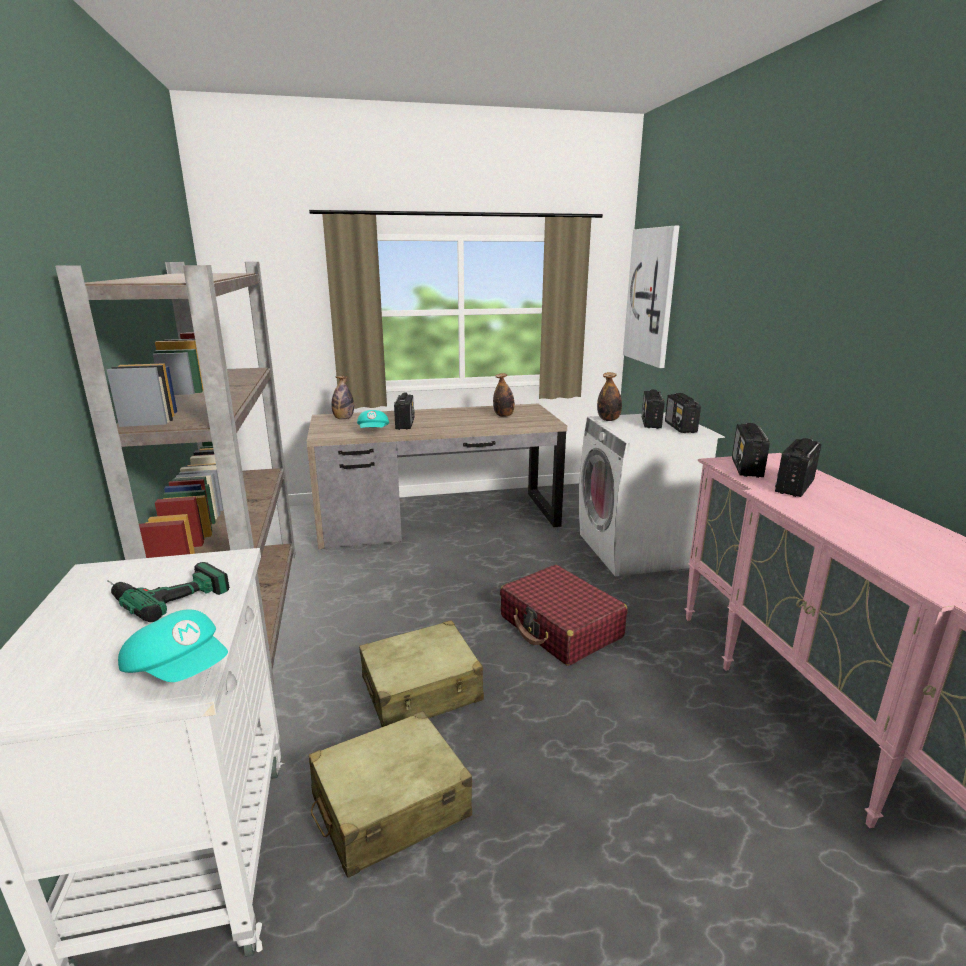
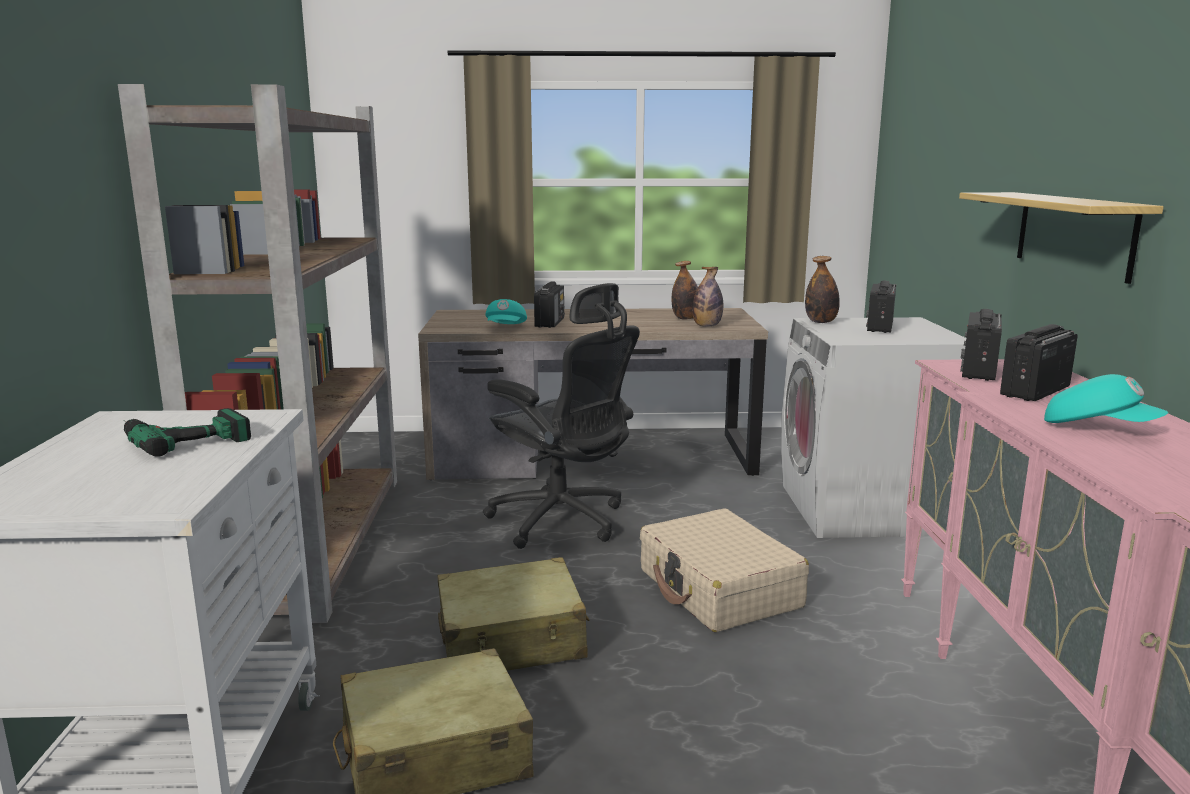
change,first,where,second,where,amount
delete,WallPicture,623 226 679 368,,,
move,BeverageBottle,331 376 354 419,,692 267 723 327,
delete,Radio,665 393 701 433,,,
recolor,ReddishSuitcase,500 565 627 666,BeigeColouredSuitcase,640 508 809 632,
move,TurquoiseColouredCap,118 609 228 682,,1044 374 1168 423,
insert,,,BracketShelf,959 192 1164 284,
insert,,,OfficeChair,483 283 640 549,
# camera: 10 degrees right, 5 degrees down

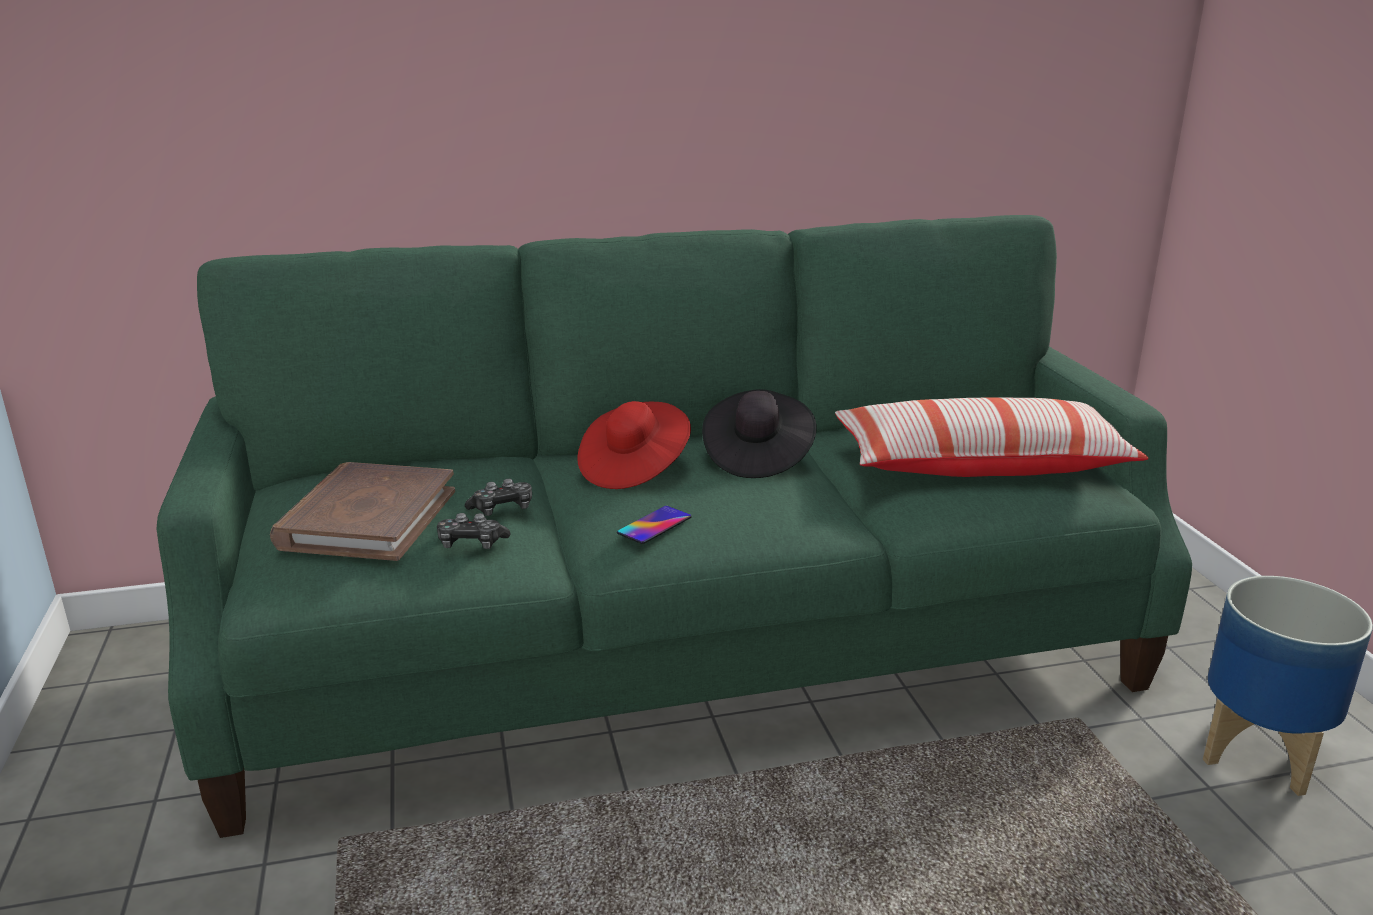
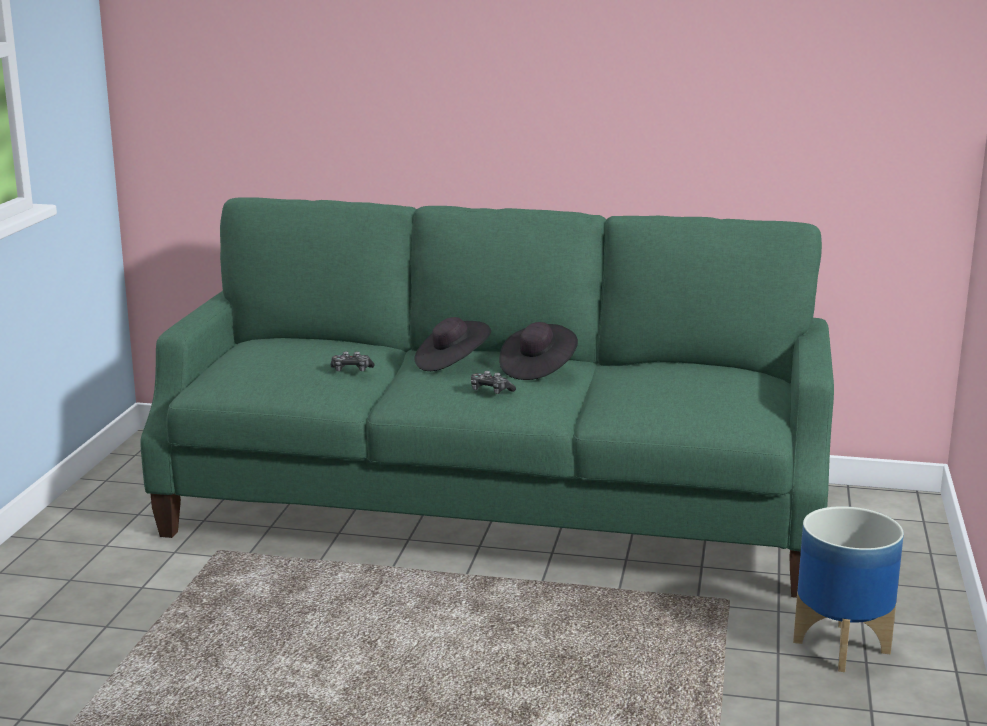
change,first,where,second,where,amount
delete,Pillow,835 397 1148 477,,,
recolor,ReddishWearableHat,577 401 691 489,BlackWearableHat,415 317 491 371,
delete,BrownBook,270 462 455 561,,,
delete,Phone,617 506 692 544,,,
move,Gamepad,437 513 510 549,,471 371 516 394,
# camera: 25 degrees right, 5 degrees down

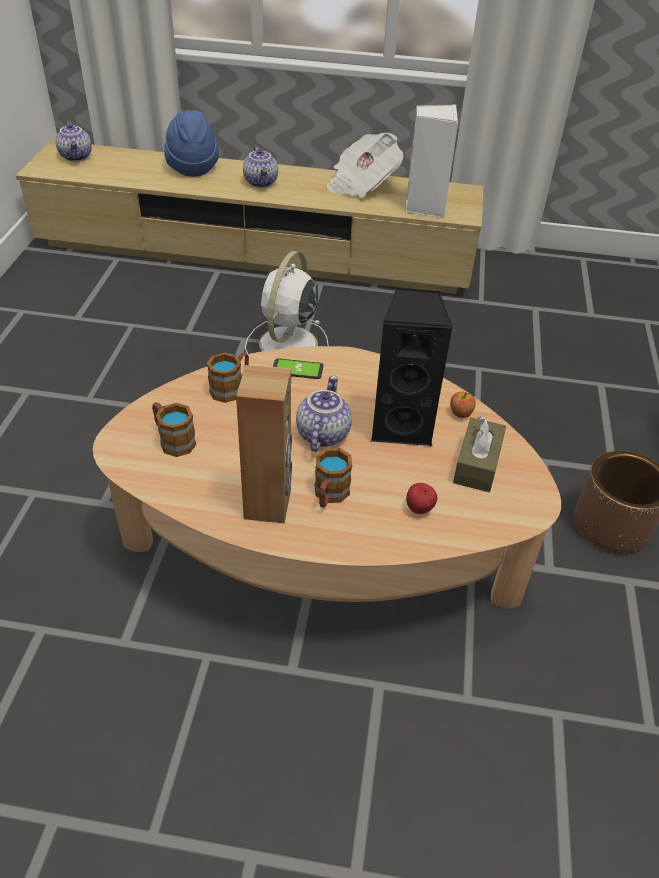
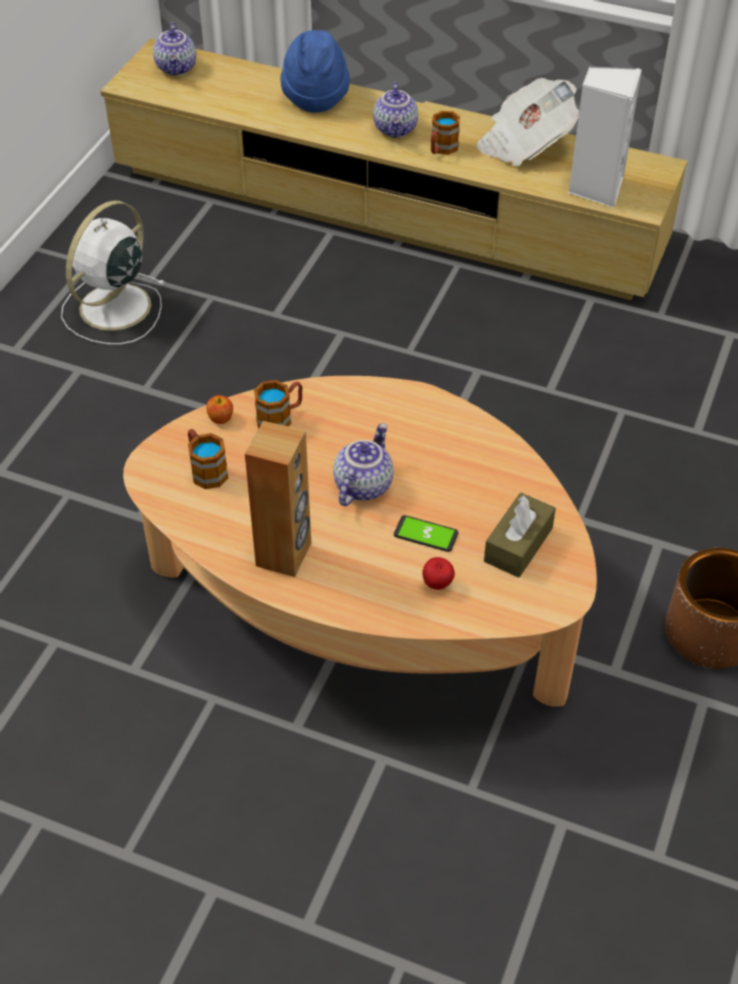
change,first,where,second,where,amount
move,WhiteCoolingFan,245 251 329 354,,61 201 165 345,
delete,BlackSpeaker,371 288 453 446,,,
move,Phone,273 358 324 379,,394 515 459 552,
move,Apple,450 392 476 418,,206 395 233 424,
move,Mug,315 448 352 508,,431 111 460 155,
# camera: 15 degrees right, 5 degrees up

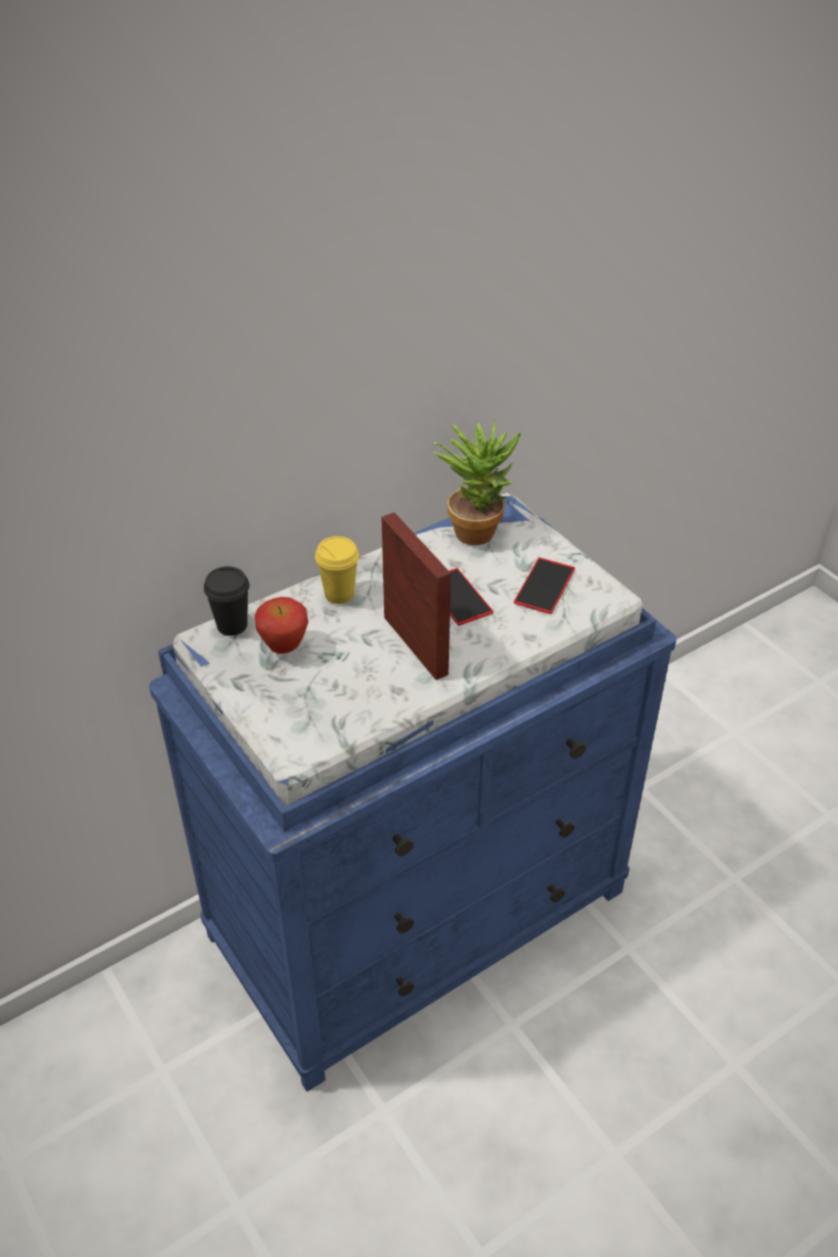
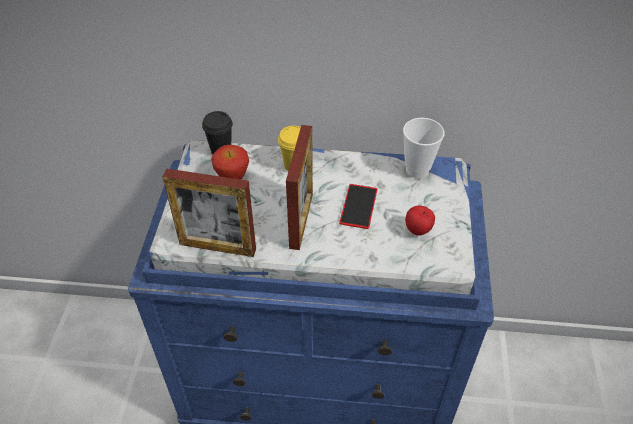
change,first,where,second,where,amount
replace,PlantInAPot,433 419 521 545,DrinkingCup,403 118 444 179,
replace,Phone,514 557 575 614,Apple,405 206 435 236,
insert,,,PhotoFrame,162 169 256 257,
# camera: 40 degrees right, 5 degrees up

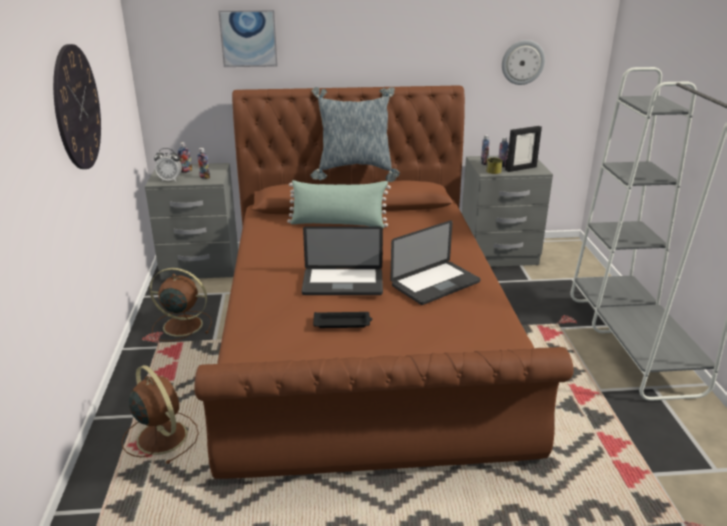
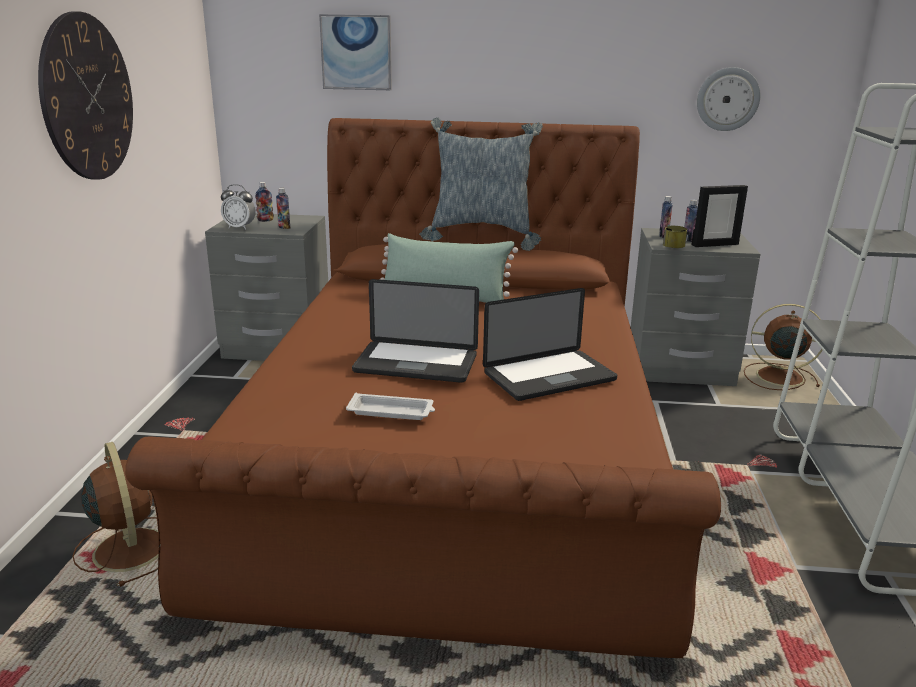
change,first,where,second,where,amount
move,BrownCoolingFan,150 268 212 341,,744 304 822 390,
recolor,BlackCarryingTray,313 312 373 328,WhiteCarryingTray,346 393 435 420,
# camera: 10 degrees right, 5 degrees down

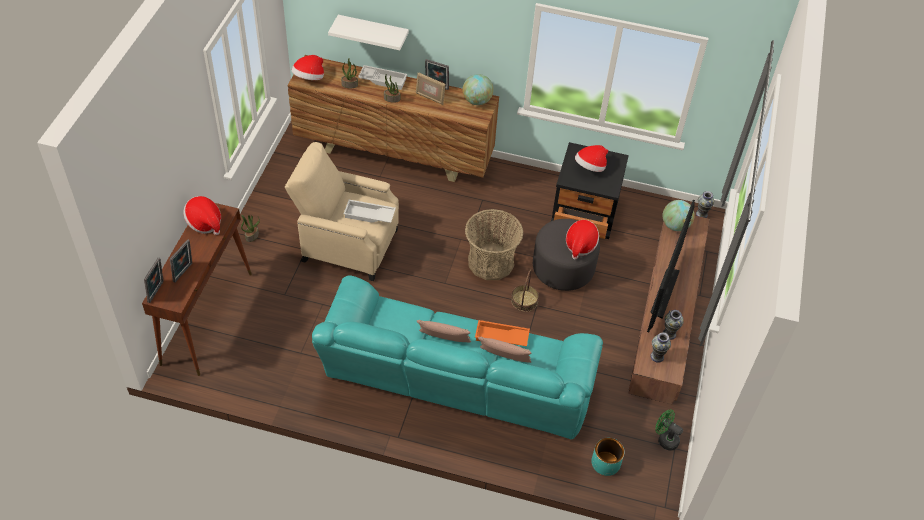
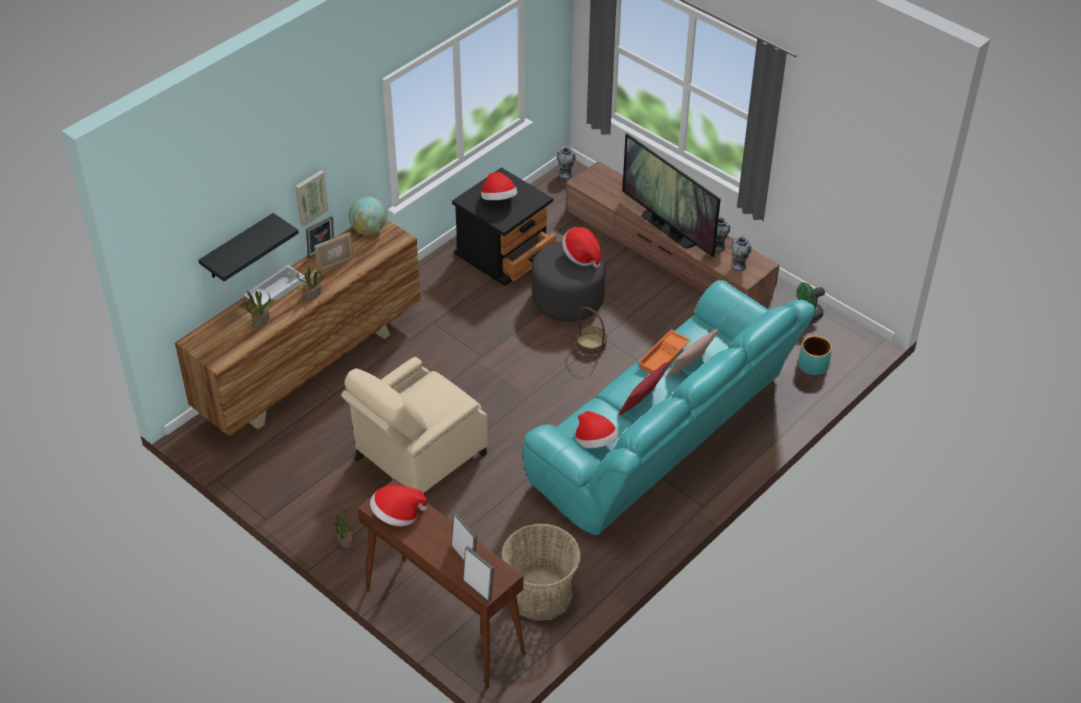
change,first,where,second,where,amount
recolor,WhiteBracketShelf,328 15 409 50,BlackBracketShelf,198 213 299 281,
move,WearableHat,292 55 324 80,,575 411 618 448,
delete,WhiteCarryingTray,344 200 396 223,,,
delete,WorldGlobe,663 200 695 231,,,
move,Basket,465 209 523 280,,501 523 581 621,
recolor,BeigeColouredPillow,417 320 471 342,ReddishPillow,619 362 669 415,
insert,,,WallPicture,295 170 329 227,
# camera: 60 degrees left, 5 degrees down

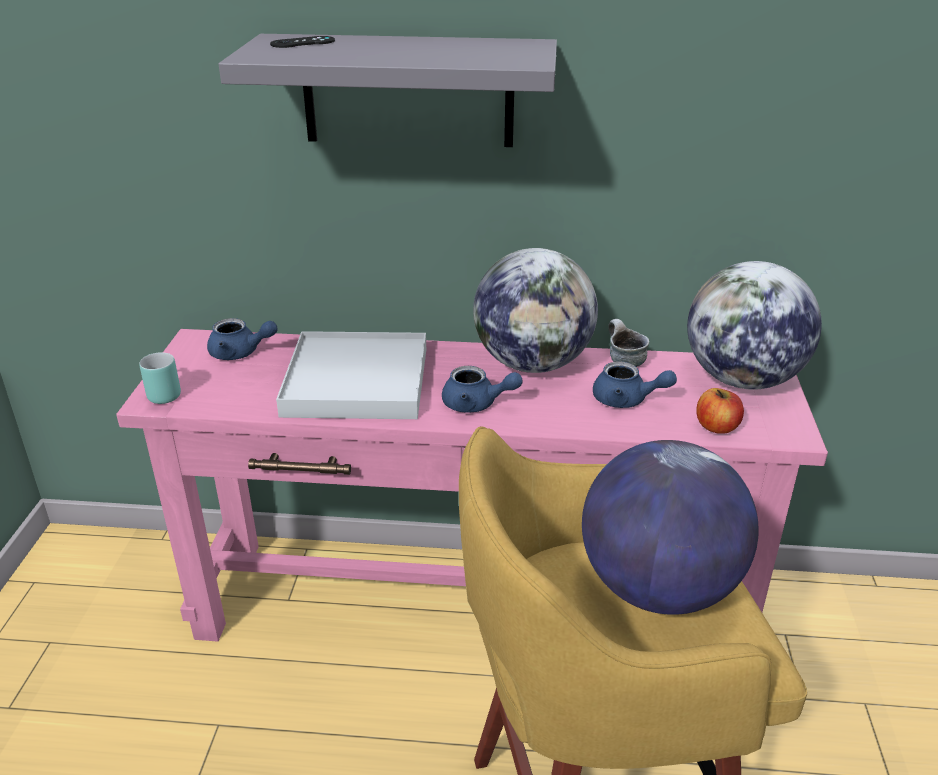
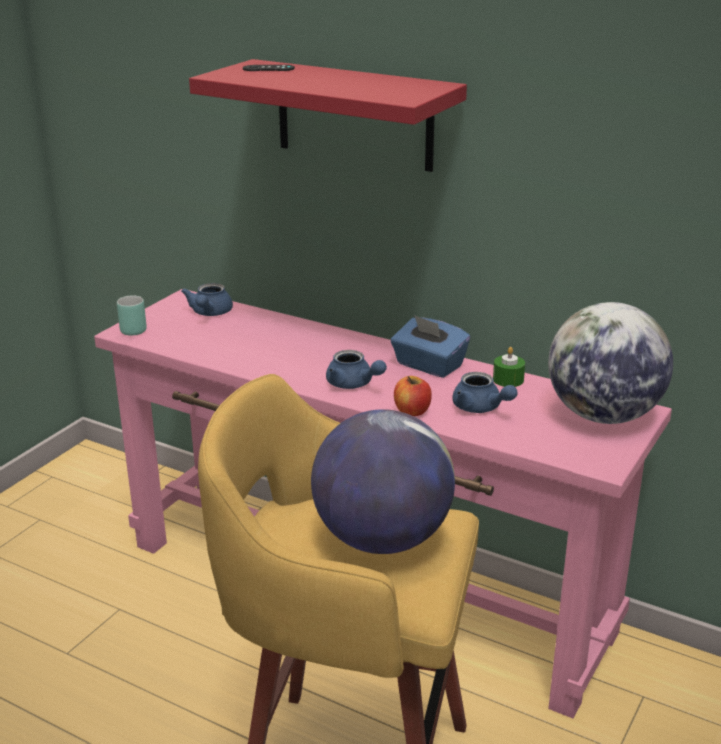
change,first,where,second,where,amount
recolor,GrayBracketShelf,219 34 557 147,ReddishBracketShelf,189 59 467 172,
replace,WorldGlobe,473 248 598 373,BluishTissueHolder,391 315 470 378,
rotate,BluishTeapot,207 318 277 360,,181 283 233 316,60 degrees clockwise
replace,Mug,608 319 649 367,GreenWaxCandle,493 347 525 387,
delete,WhiteCarryingTray,276 331 426 419,,,
move,Apple,696 388 744 434,,394 376 432 416,
# camera: 25 degrees right, 5 degrees down

